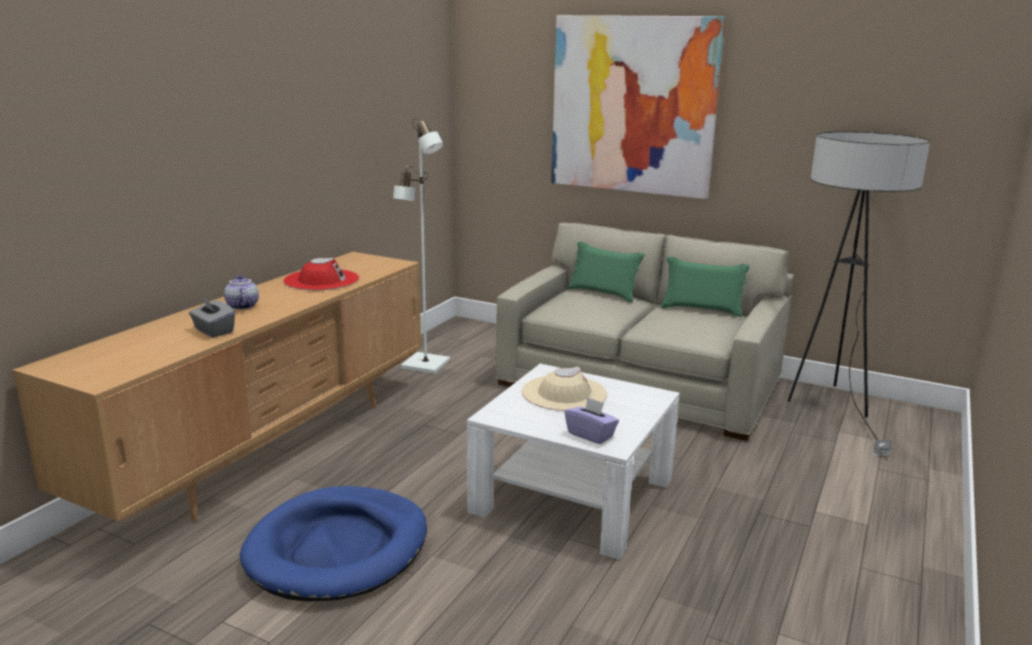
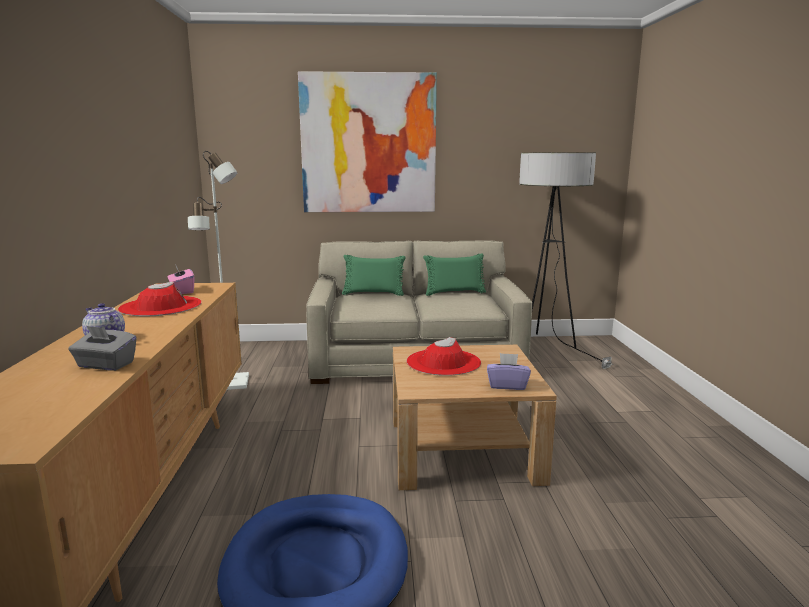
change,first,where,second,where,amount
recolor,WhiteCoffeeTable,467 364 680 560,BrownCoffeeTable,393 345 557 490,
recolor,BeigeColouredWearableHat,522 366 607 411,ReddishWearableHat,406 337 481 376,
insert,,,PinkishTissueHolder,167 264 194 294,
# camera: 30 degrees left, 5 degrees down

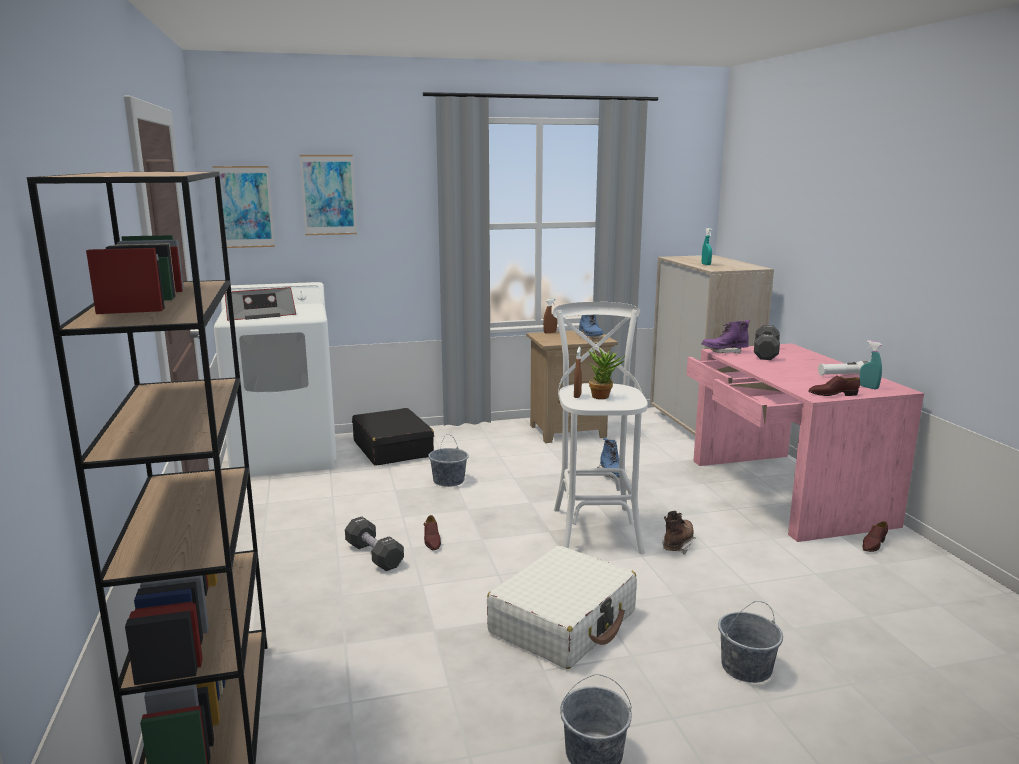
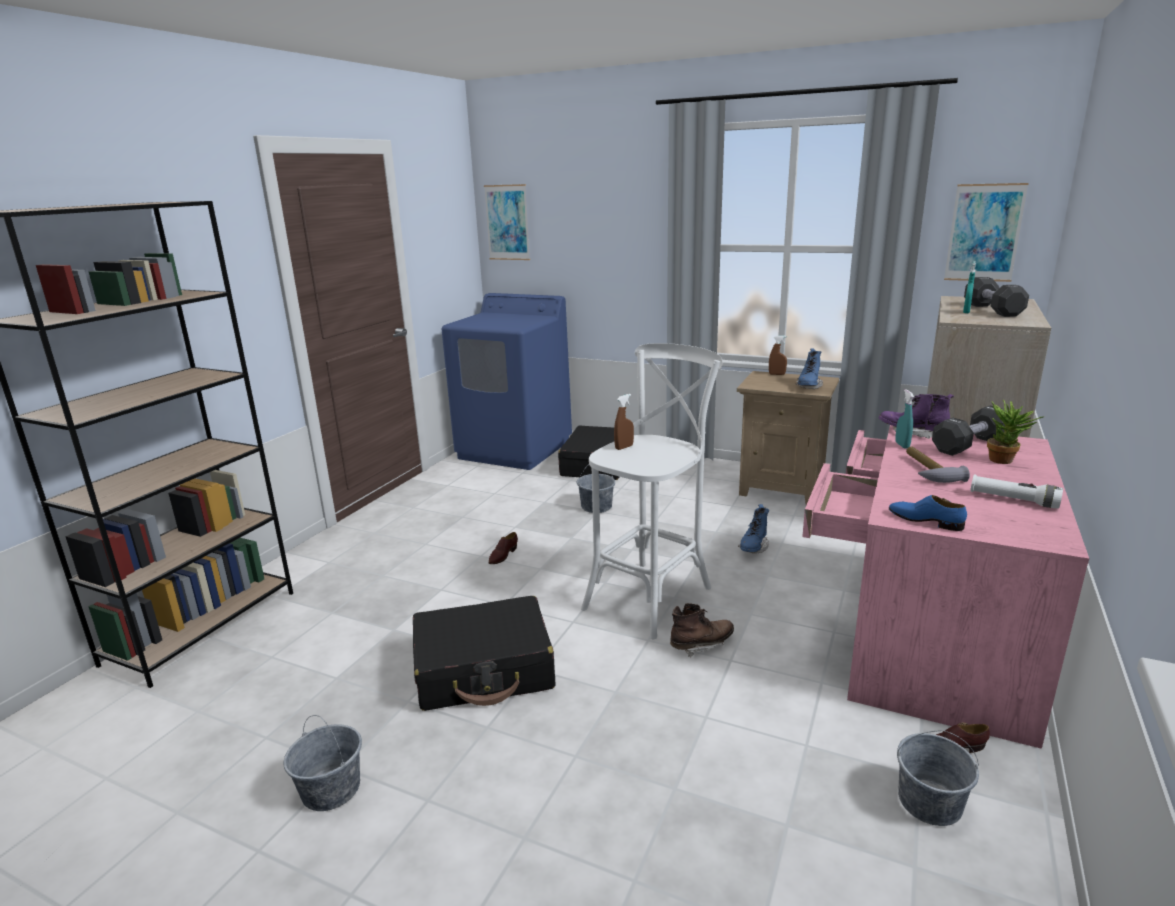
change,first,where,second,where,amount
move,WallPicture,300 155 357 235,,944 183 1029 282,
recolor,WhiteLaundryMachine,214 282 337 477,BluishLaundryMachine,441 293 572 470,
delete,Radio,225 287 296 321,,,
move,TurquoiseColouredSprayer,860 340 882 389,,895 389 914 449,
move,PlantInAPot,588 348 625 399,,987 399 1045 464,
recolor,BrownLowShoe,808 375 860 396,BluishLowShoe,889 495 967 531,
move,BlackFreeWeight,345 517 404 571,,964 277 1029 317,
recolor,WhiteSuitcase,487 546 637 669,BlackSuitcase,413 596 556 711,
move,GrayWaterBucket,718 601 783 683,,897 730 979 826,
insert,,,HandHammer,906 446 970 483,
# camera: 40 degrees right, 5 degrees up

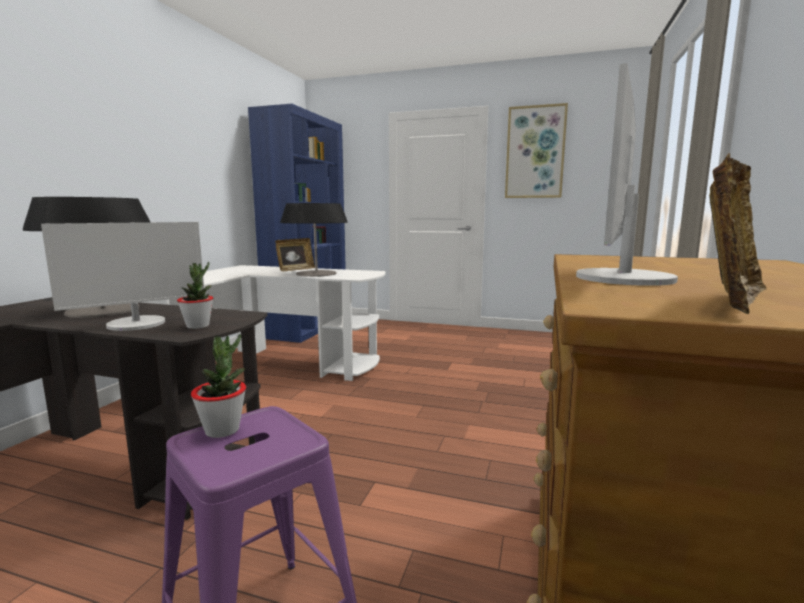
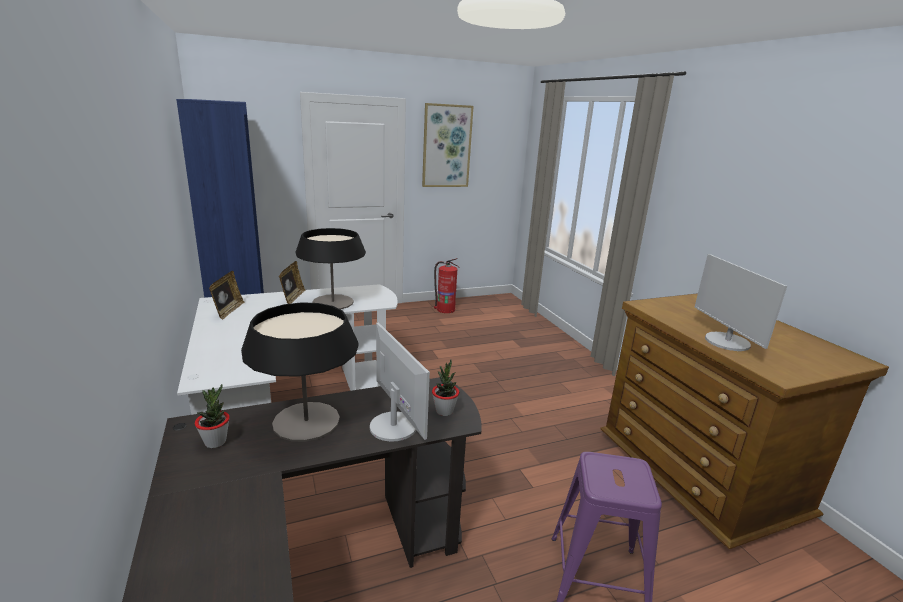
change,first,where,second,where,amount
move,PhotoFrame,709 153 766 314,,209 271 244 319,
rotate,ComputerDisplay,41 222 204 331,,370 322 430 441,45 degrees counterclockwise
move,PlantInAPot,191 334 246 438,,195 384 230 448,
insert,,,Extinguisher,434 258 460 313,
# camera: 40 degrees left, 10 degrees up

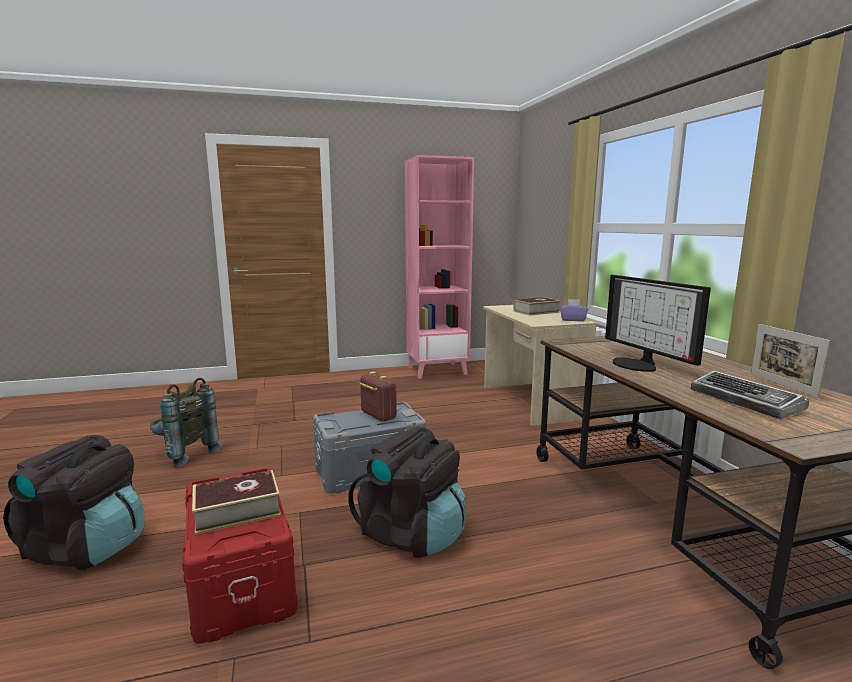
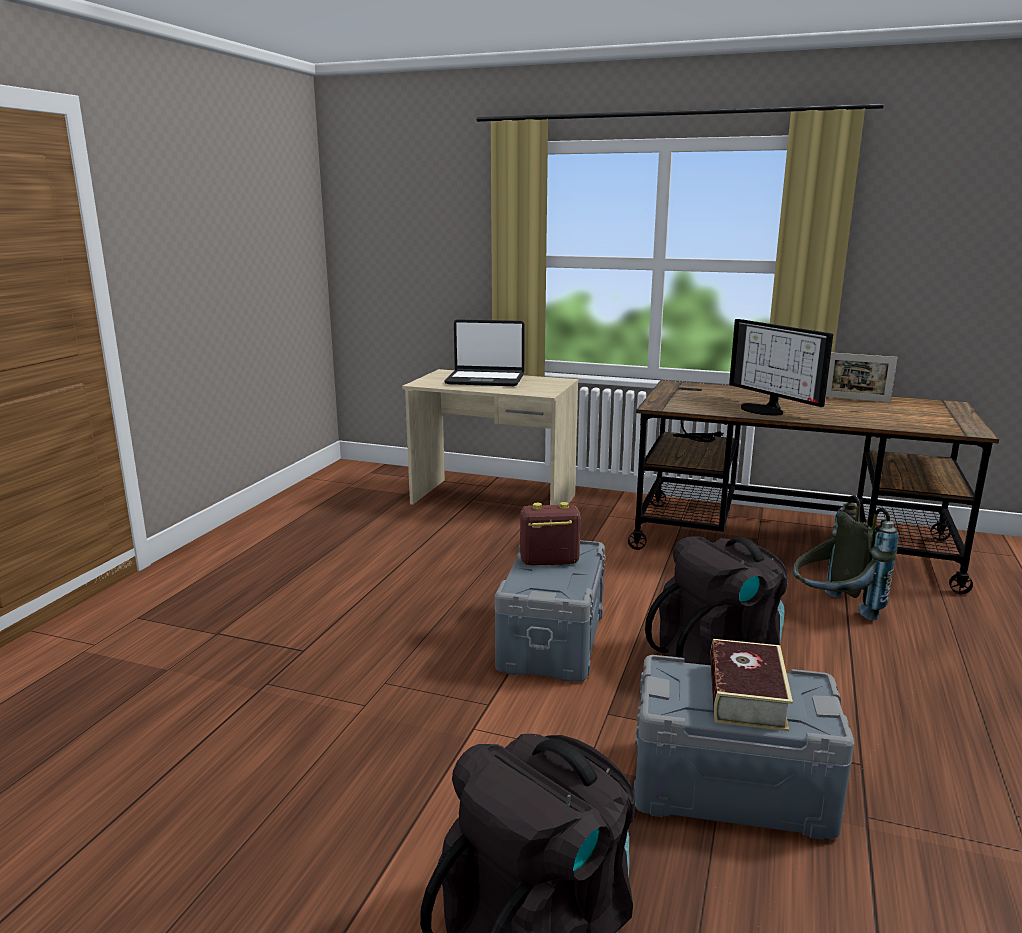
change,first,where,second,where,amount
delete,PinkishShelvingUnit,405 155 474 379,,,
rotate,ComputerDisplay,605 275 711 372,,729 319 833 415,45 degrees clockwise
replace,Book,513 297 561 316,Laptop,444 319 525 386,
delete,PurpleColouredTissueHolder,560 299 588 322,,,
delete,ComputerKeyboard,691 371 809 419,,,
move,GrayKnapsack,150 378 222 467,,793 495 898 621,
recolor,ReddishStorageBox,182 468 298 644,GrayStorageBox,633 655 855 840,
# camera: 55 degrees left, 5 degrees up

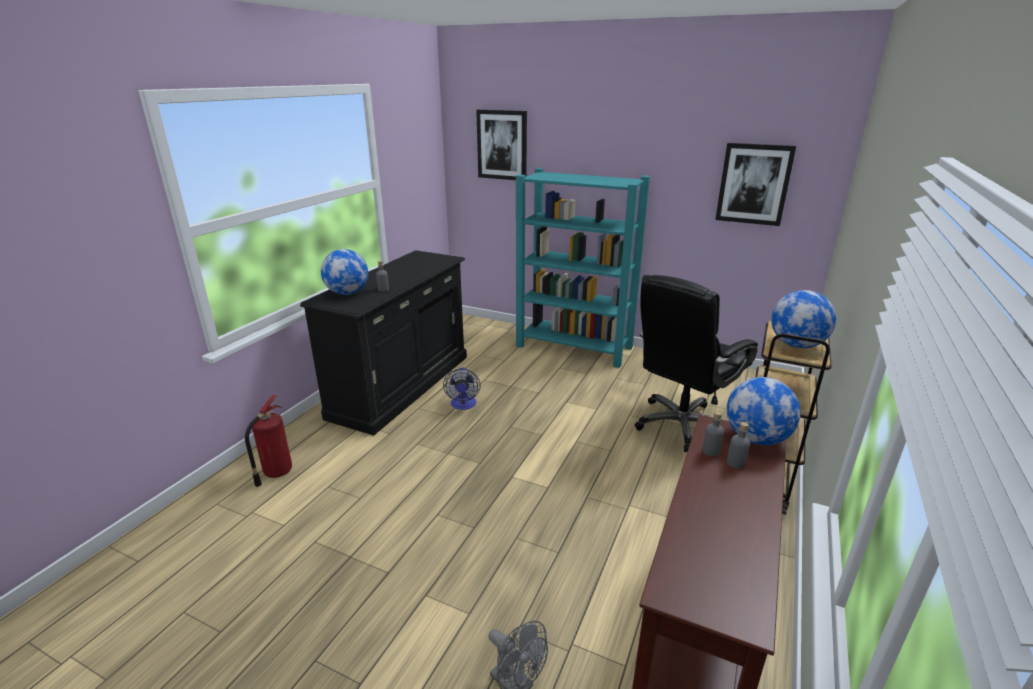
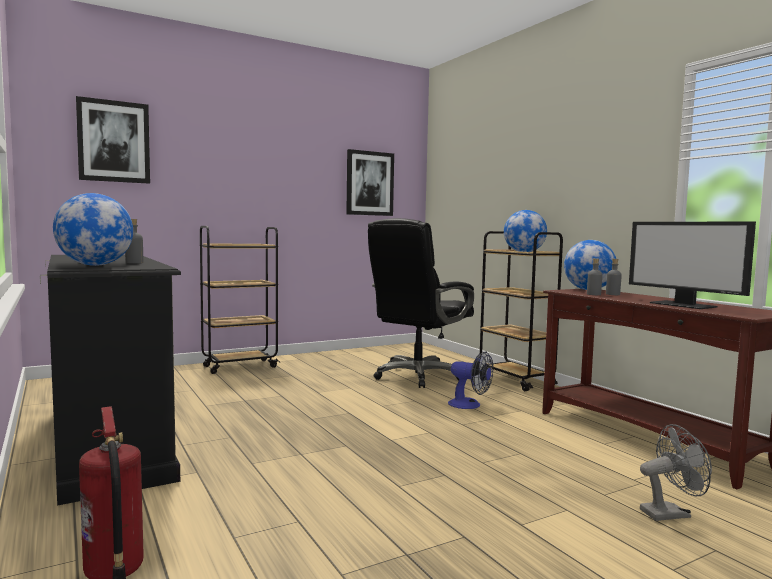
change,first,where,second,where,amount
replace,TurquoiseColouredShelvingUnit,516 168 650 368,BrownTrolley,200 226 280 374,
rotate,BlackOfficeChair,635 275 758 452,,368 218 474 388,45 degrees clockwise
move,CoolingFan,443 368 481 410,,448 351 493 409,
insert,,,ComputerDisplay,629 222 756 309,
# camera: 55 degrees left, 20 degrees down

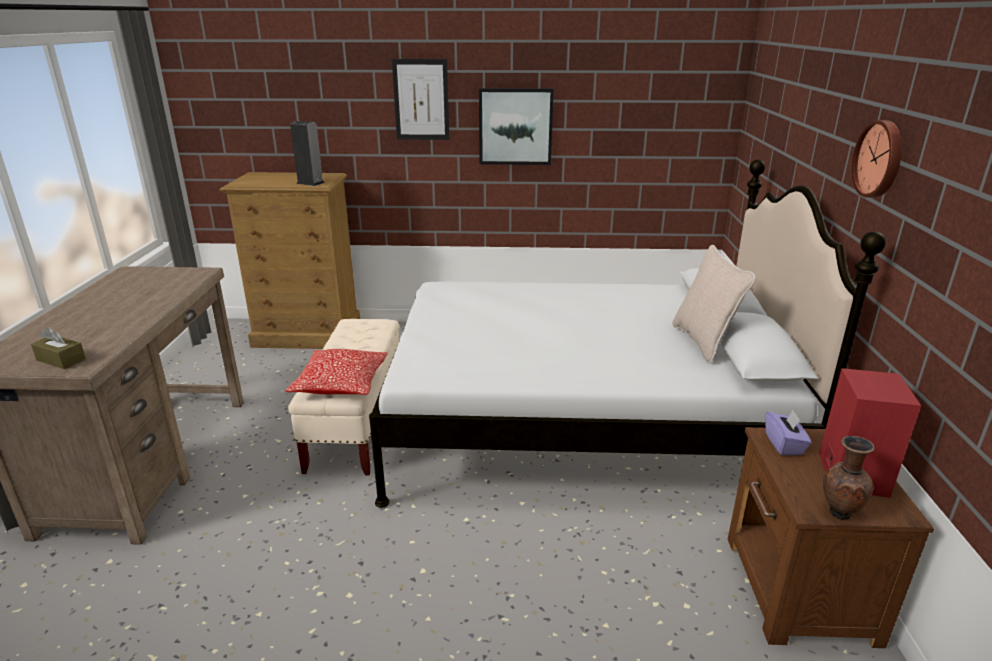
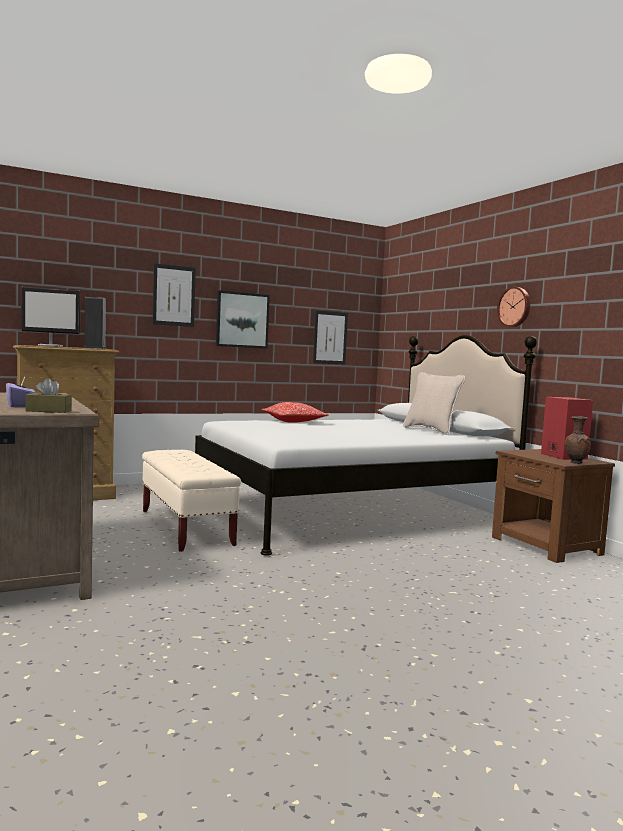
change,first,where,second,where,amount
move,Pillow,286 349 387 395,,261 402 329 423,
move,PurpleColouredTissueHolder,765 410 812 455,,6 377 35 407,
insert,,,ComputerDisplay,21 287 81 347,
insert,,,WallPicture,313 310 348 365,
# camera: 30 degrees left, 20 degrees down

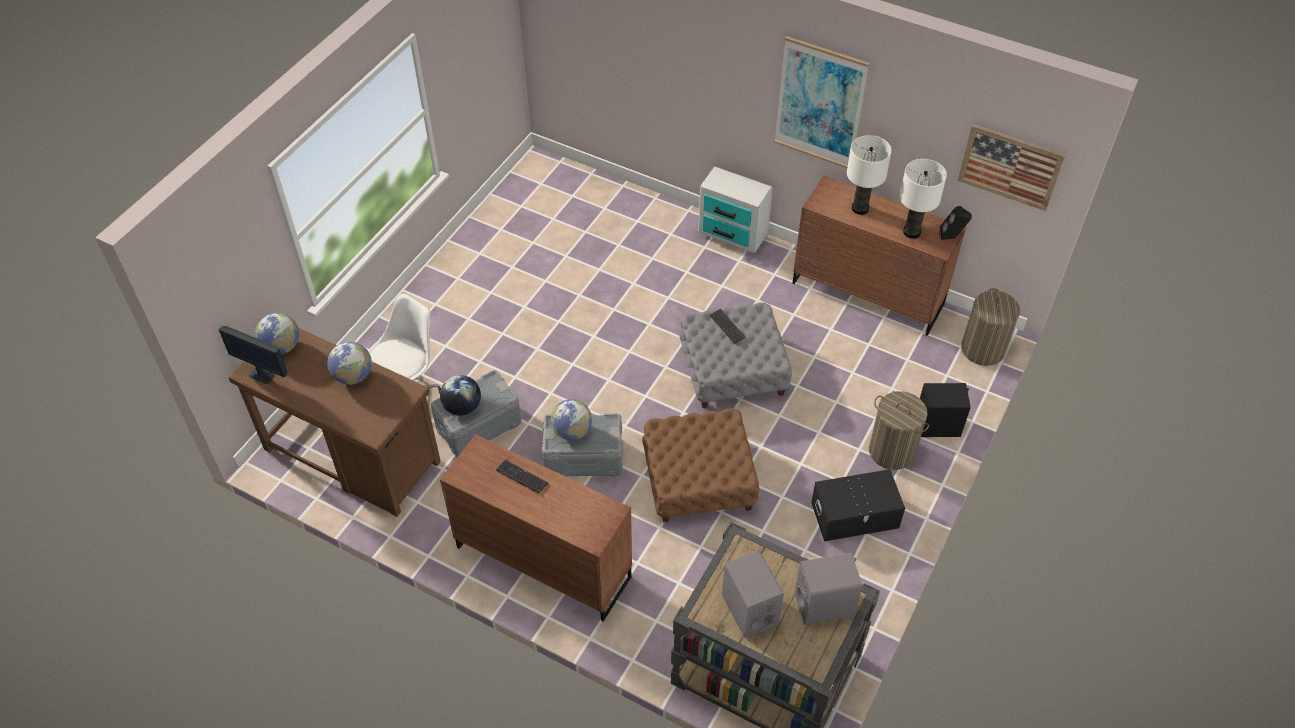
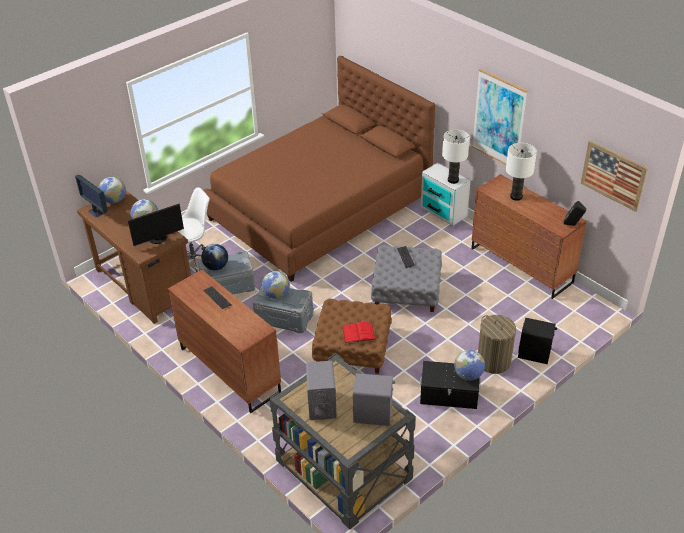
change,first,where,second,where,amount
move,WhiteTableLamp,900 159 947 239,,442 130 470 184,
delete,Hamper,961 288 1020 366,,,
insert,,,BrownBedroomBed,203 56 435 282,
insert,,,ComputerDisplay,128 204 184 246,
insert,,,ReddishBook,342 322 376 344,
insert,,,WorldGlobe,454 350 485 381,
# camera: 20 degrees right, 10 degrees down

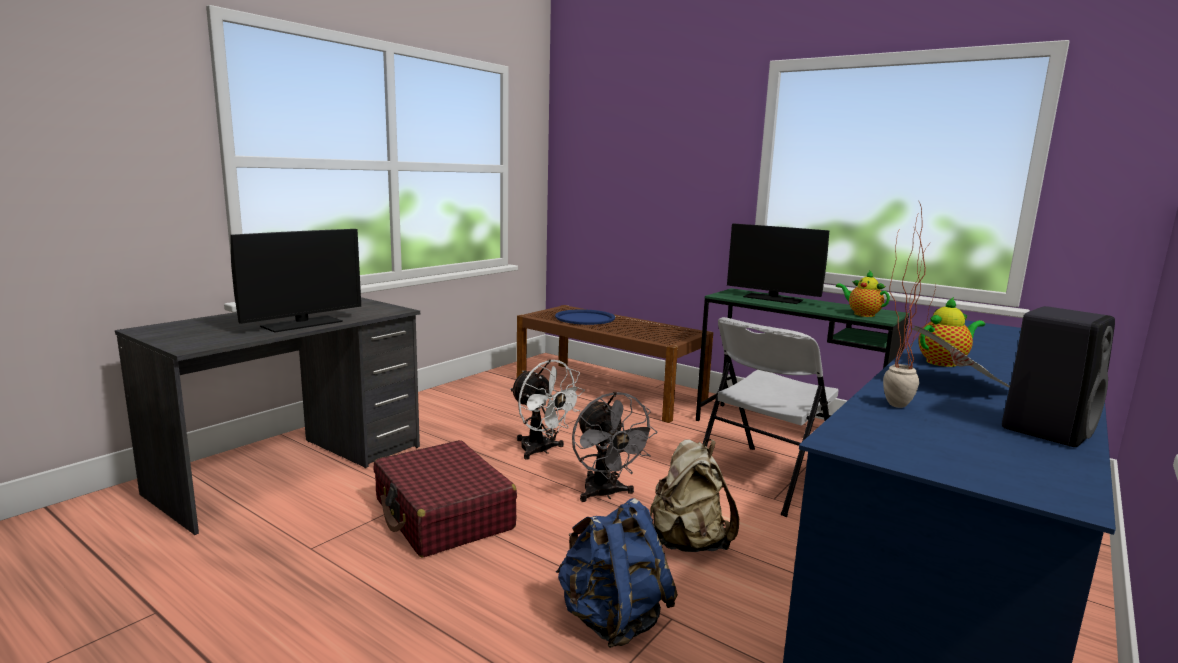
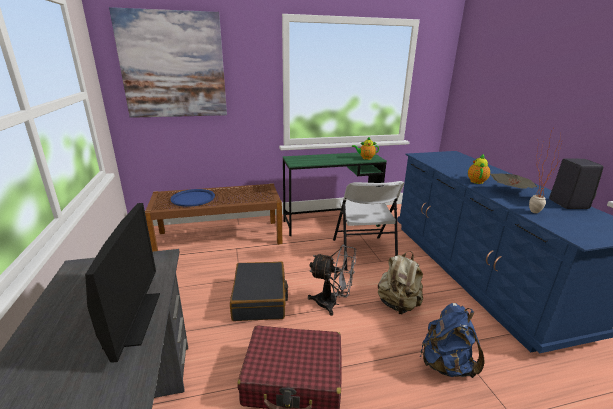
change,first,where,second,where,amount
delete,ComputerDisplay,727 224 829 304,,,
replace,WhiteCoolingFan,510 359 585 460,BlackSuitcase,230 261 288 321,
insert,,,WallPicture,109 7 227 118,
# camera: 50 degrees left, 10 degrees up

